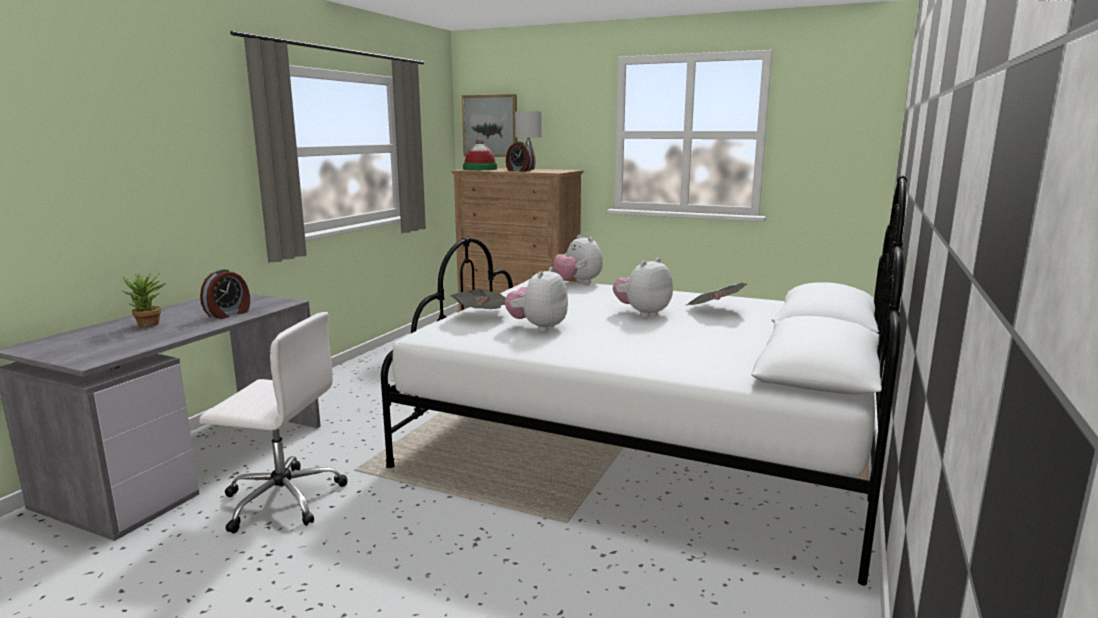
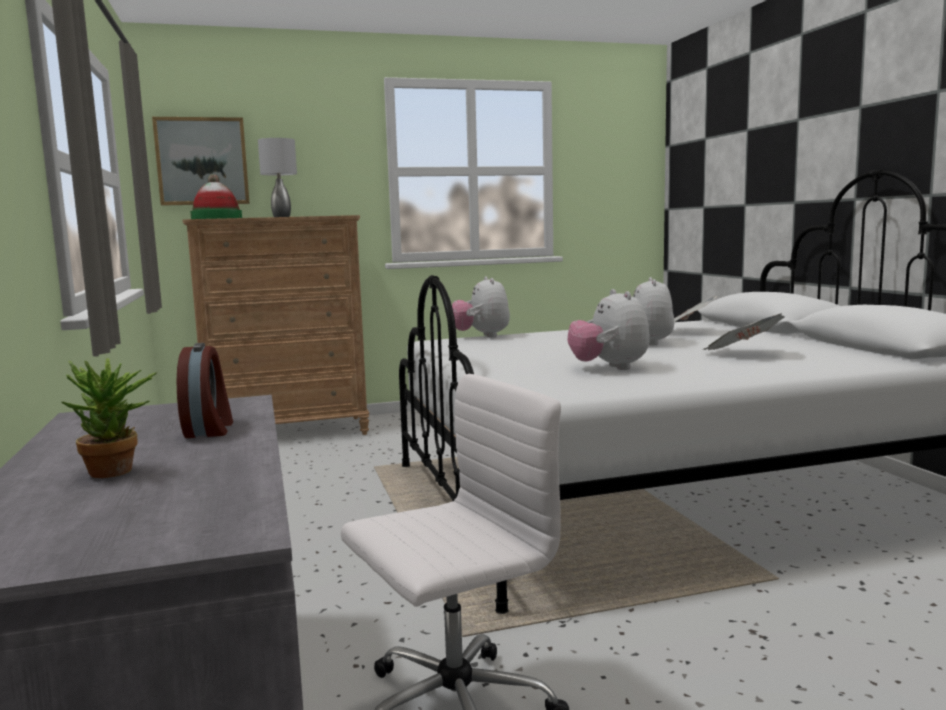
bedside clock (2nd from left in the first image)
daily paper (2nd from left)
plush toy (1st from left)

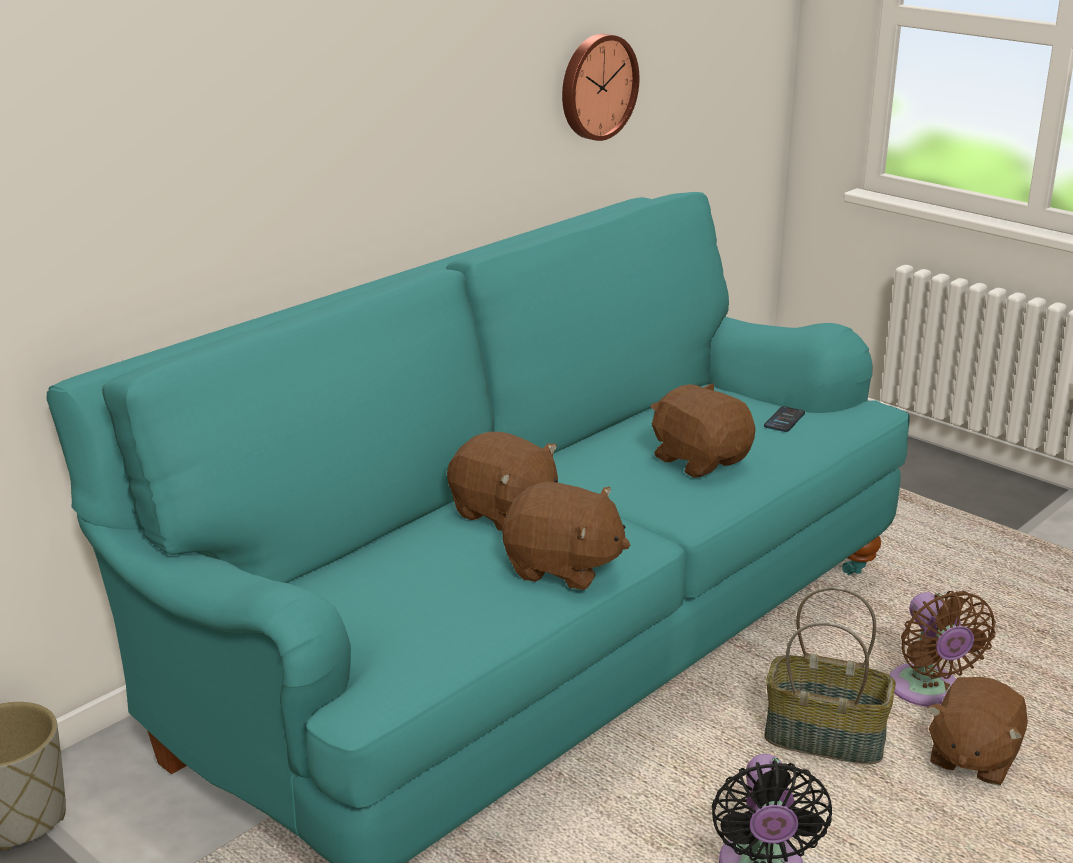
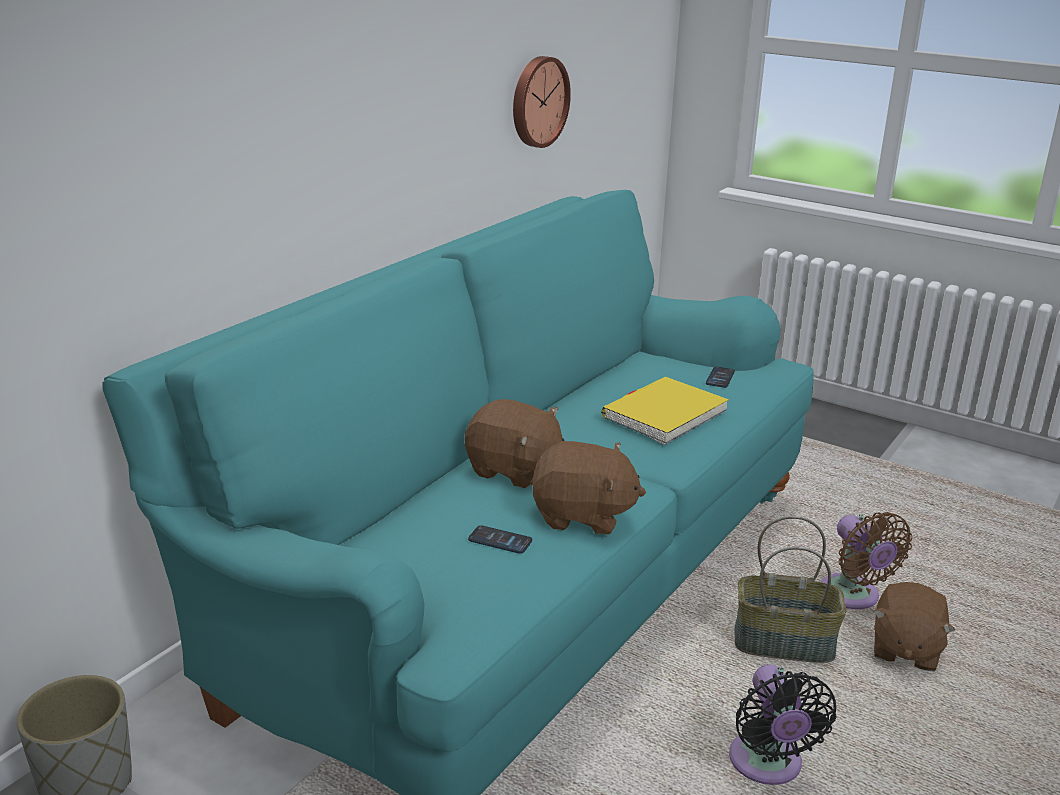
handset (1st from left)
bound book (yellowish)

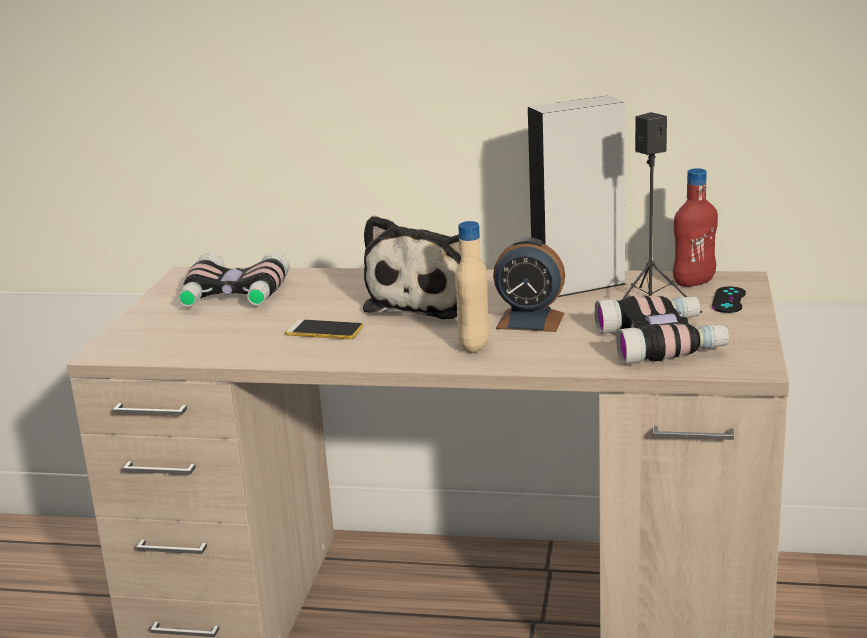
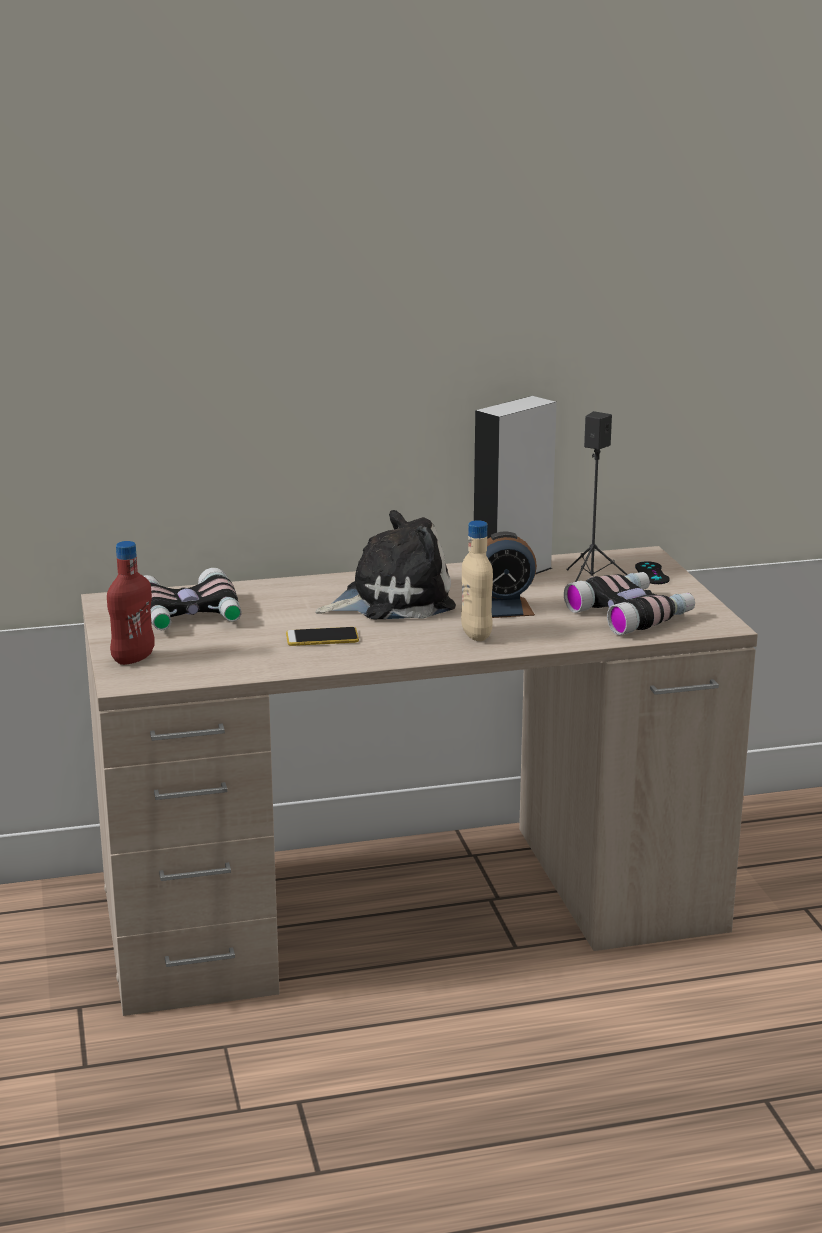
drink bottle (red-coloured)
plush toy

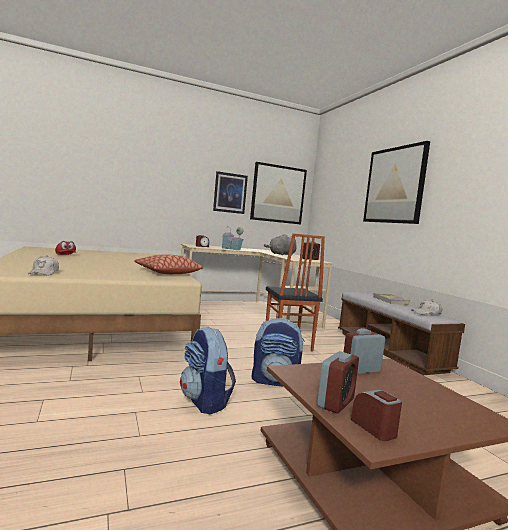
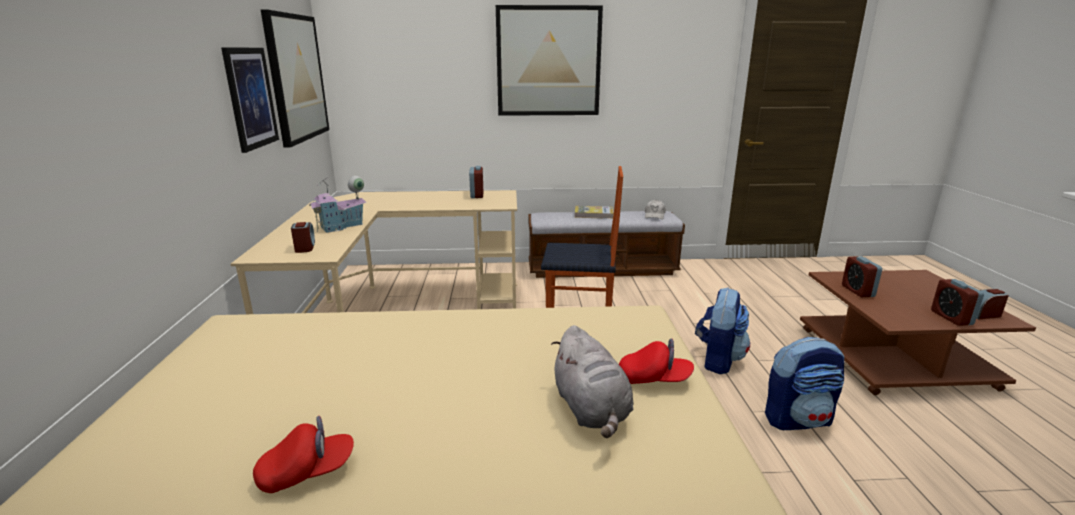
cap (whitish) (1st from left in the first image)
cushion
cap (red-coloured) (2nd from left)
plush toy (greyish)
bedside clock (4th from left)

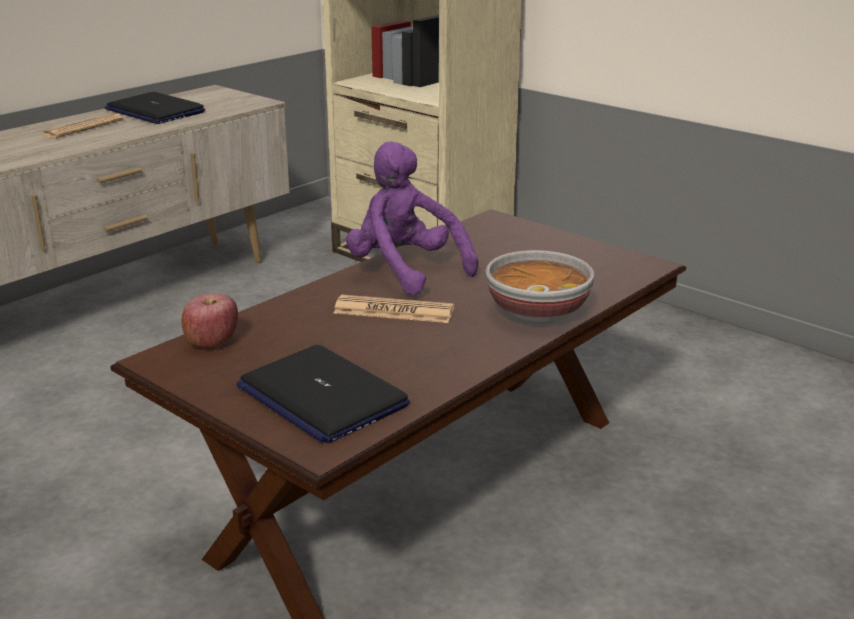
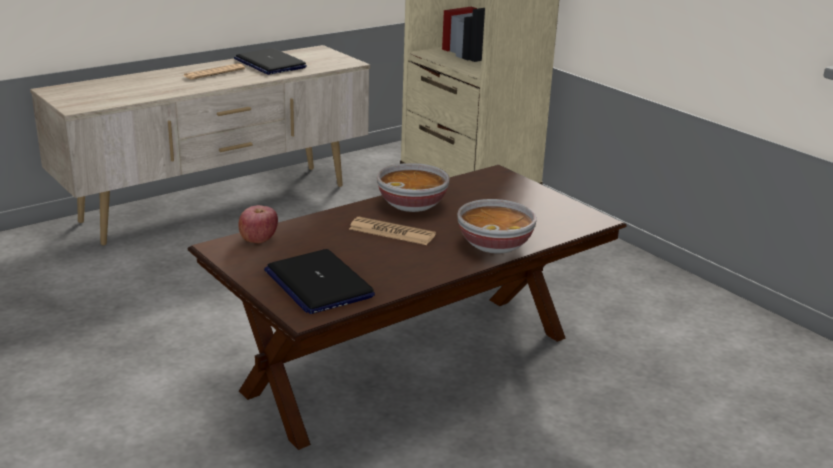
serving bowl (1st from left)

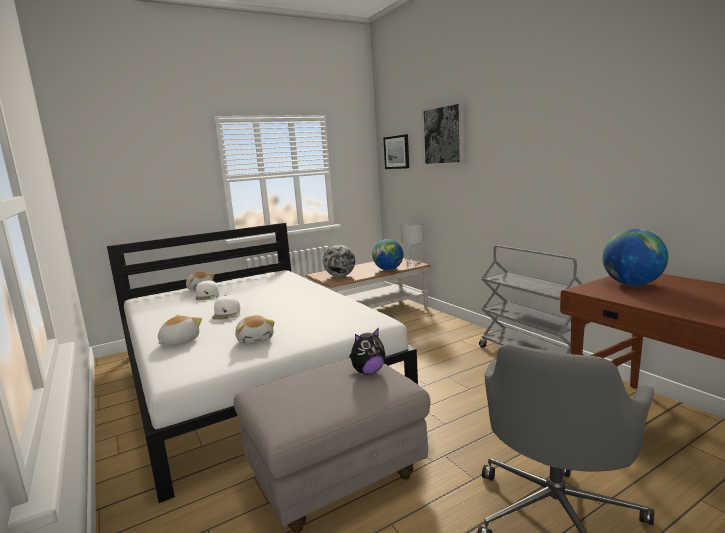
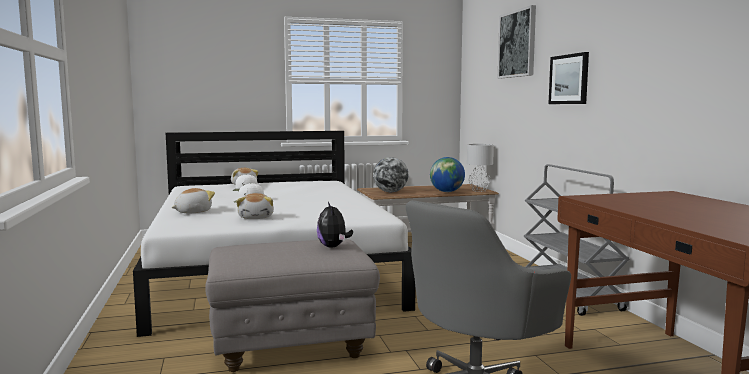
globe (3rd from left in the first image)
wall art (2nd from left)
plush toy (4th from left)

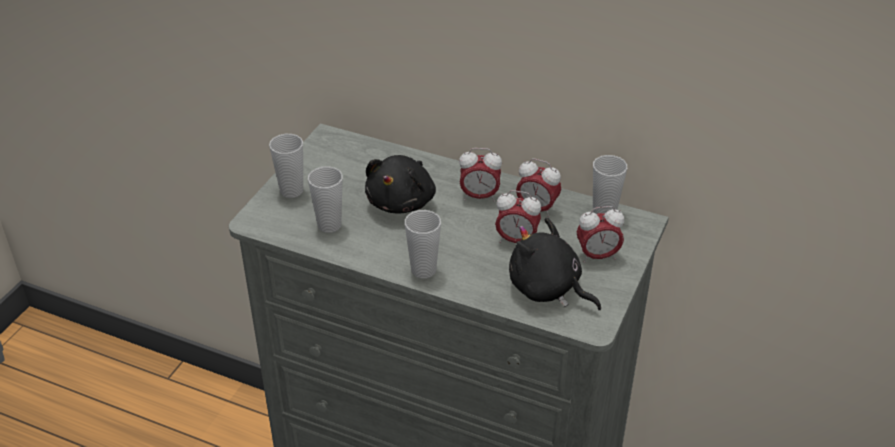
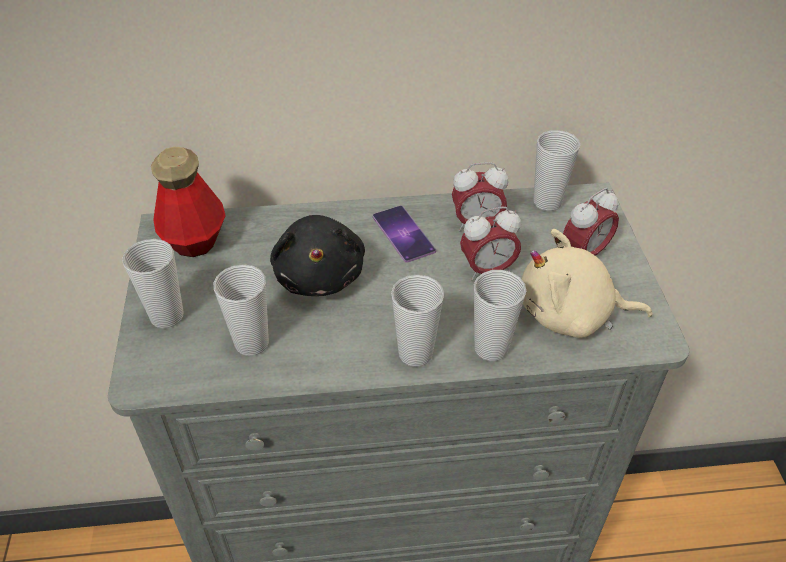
drink bottle
small cup (4th from left)
handset
plush toy (sand-coloured)

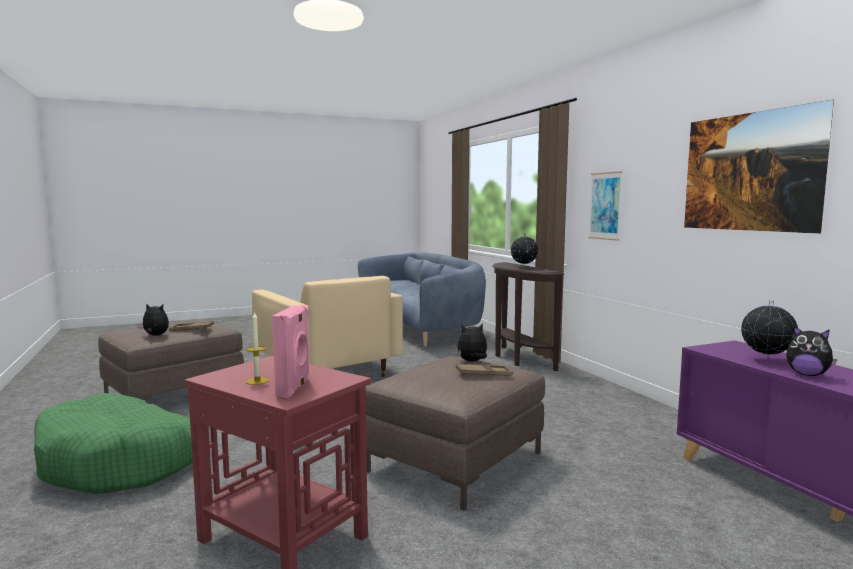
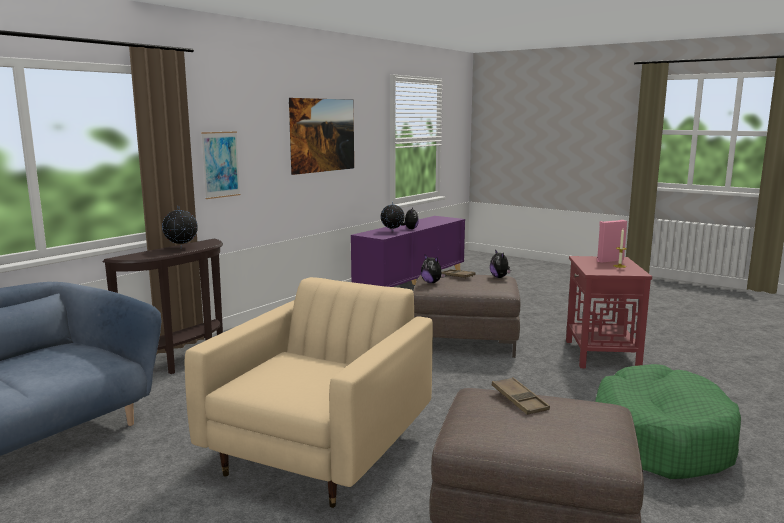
plush toy (3rd from left)

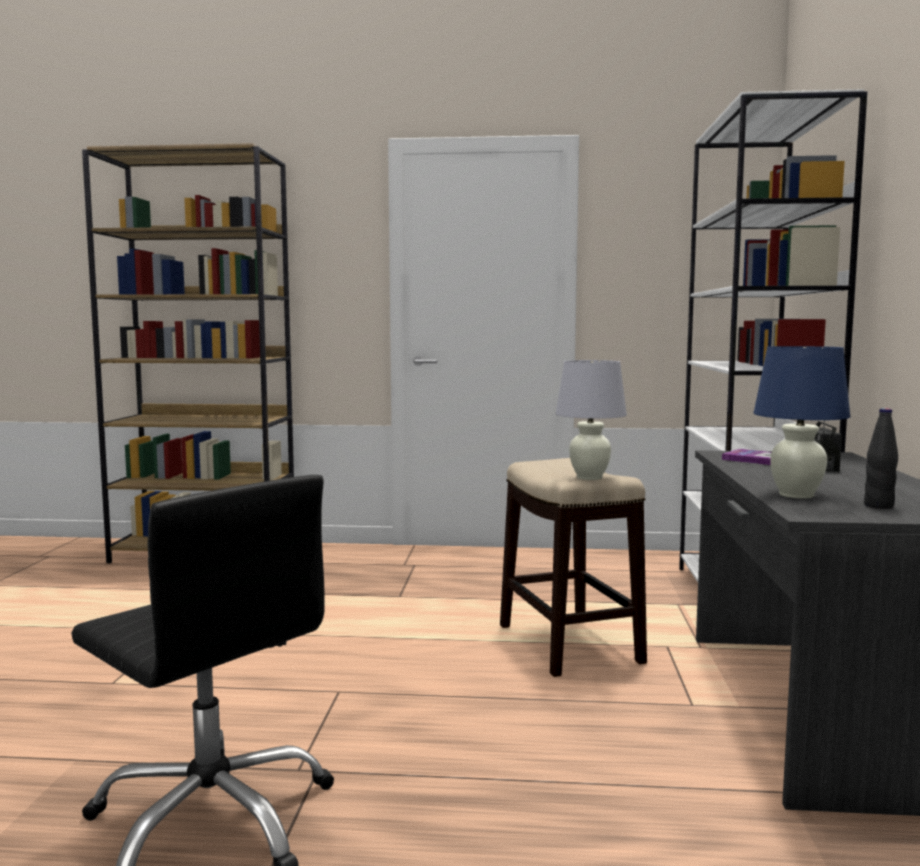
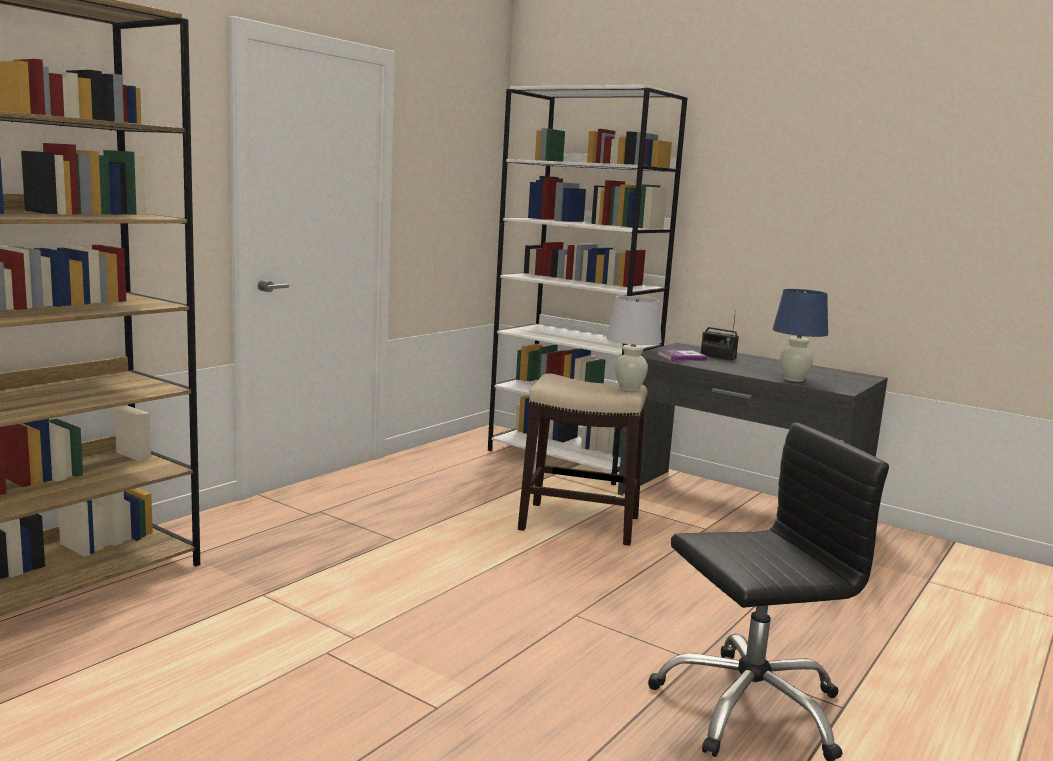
drink bottle (black-coloured)

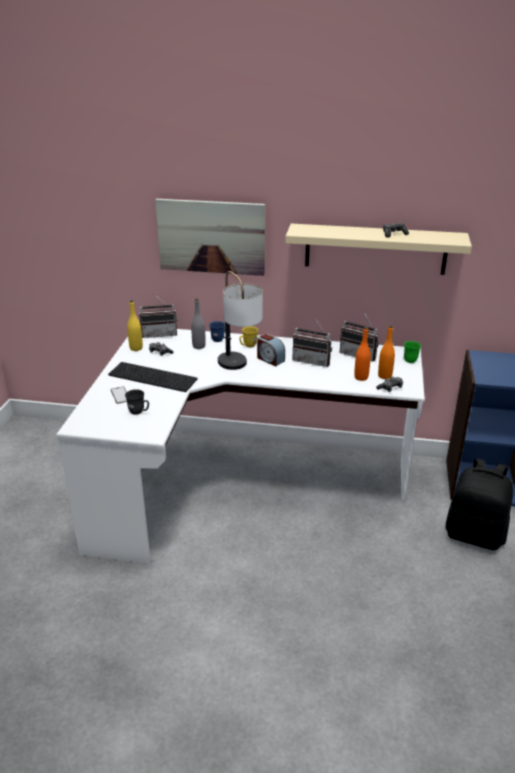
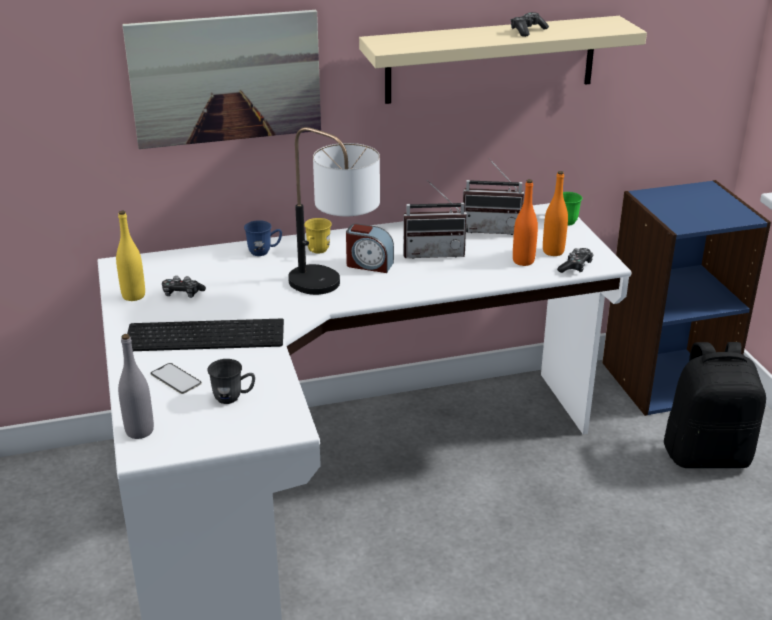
radio (1st from left in the first image)
drink bottle (greyish)

